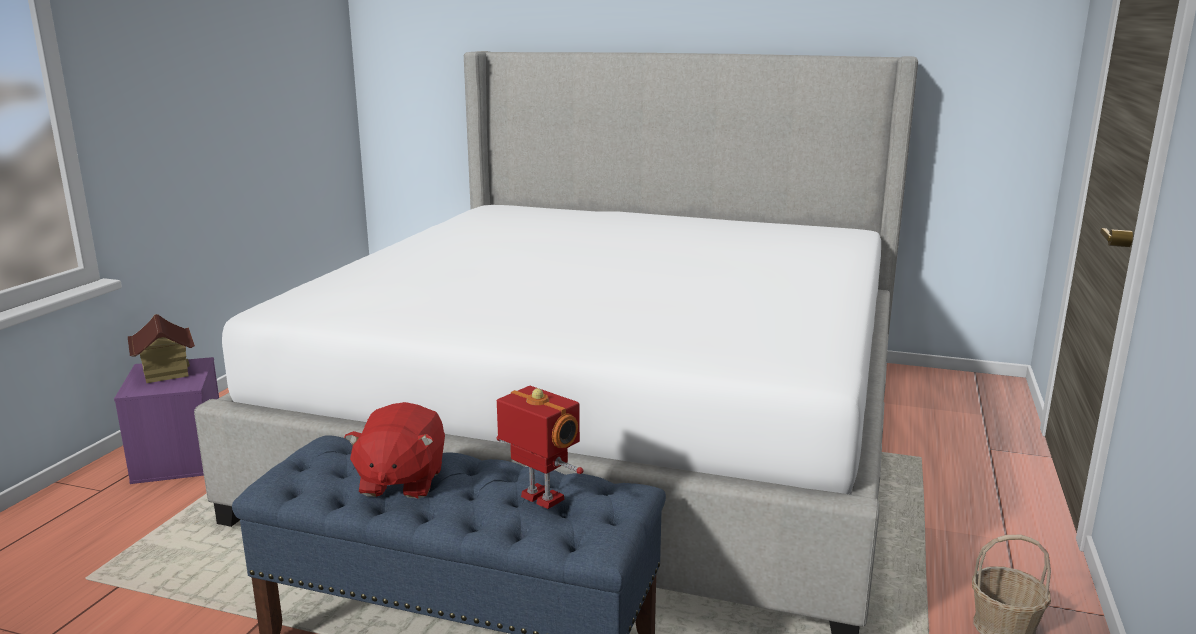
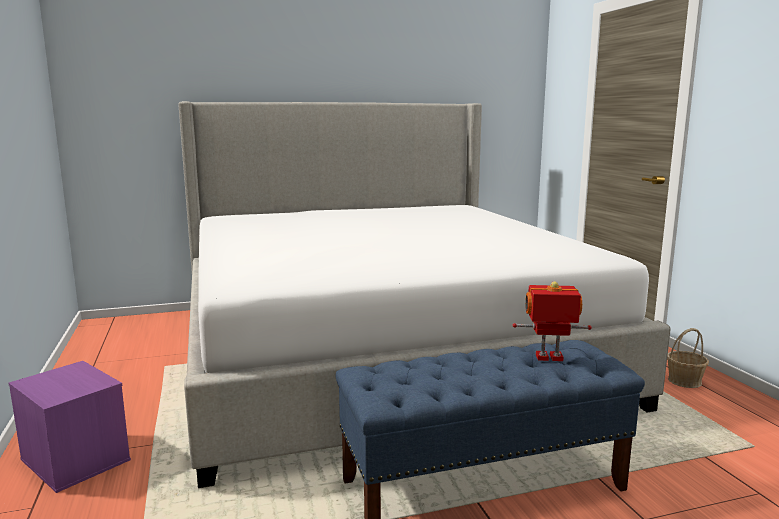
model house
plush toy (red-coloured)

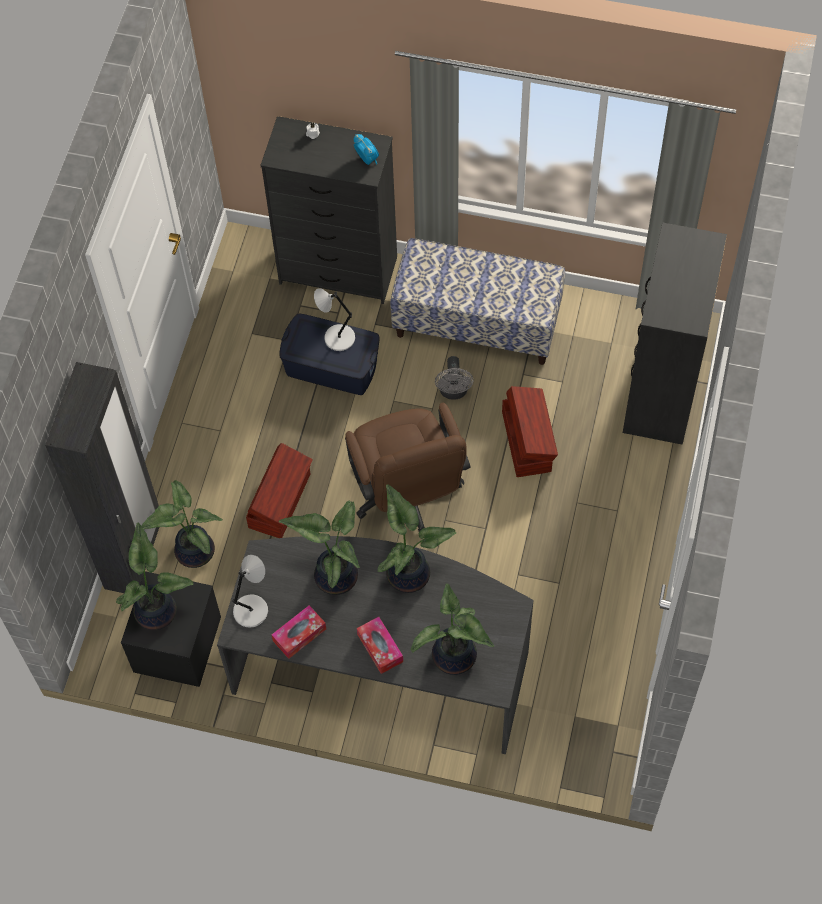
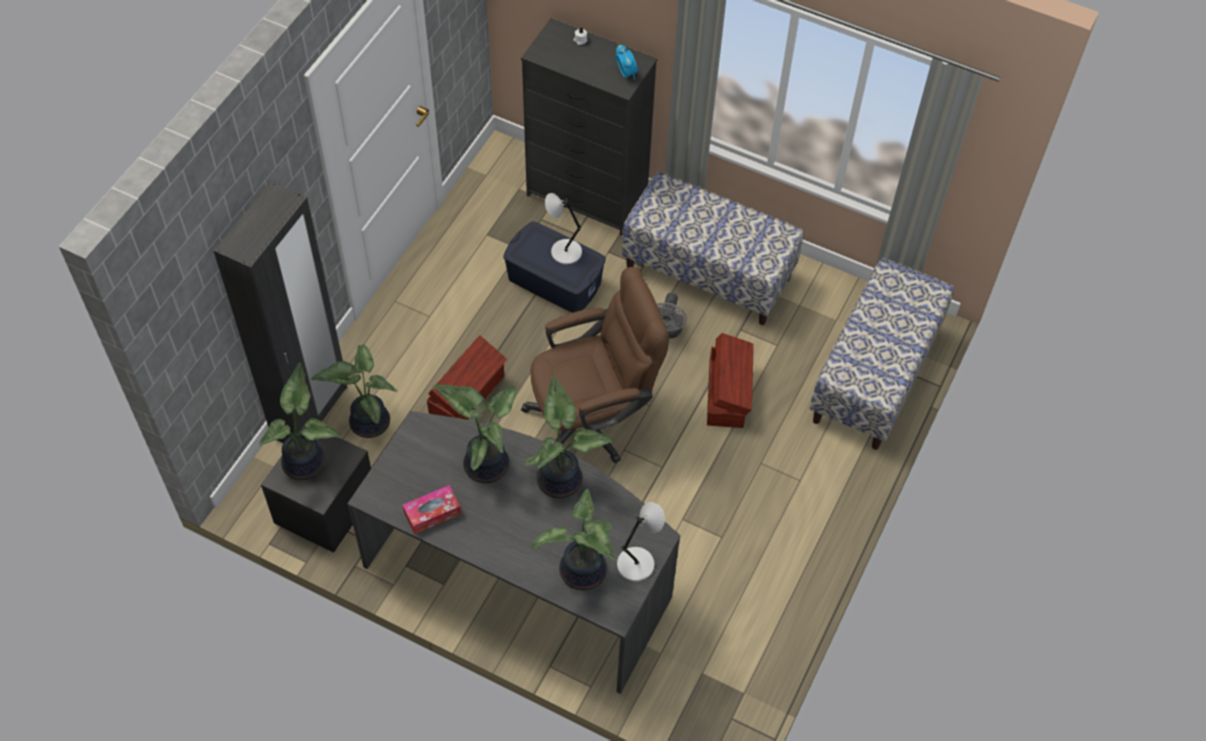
tissue box (2nd from left in the first image)
tabletop lamp (greyish) (2nd from left)
long seat (2nd from left)
computer chair (brownish)

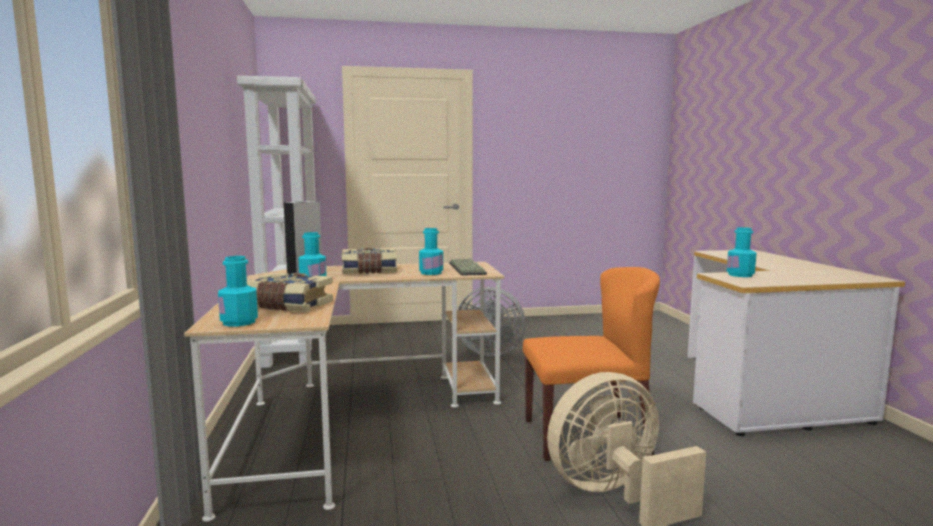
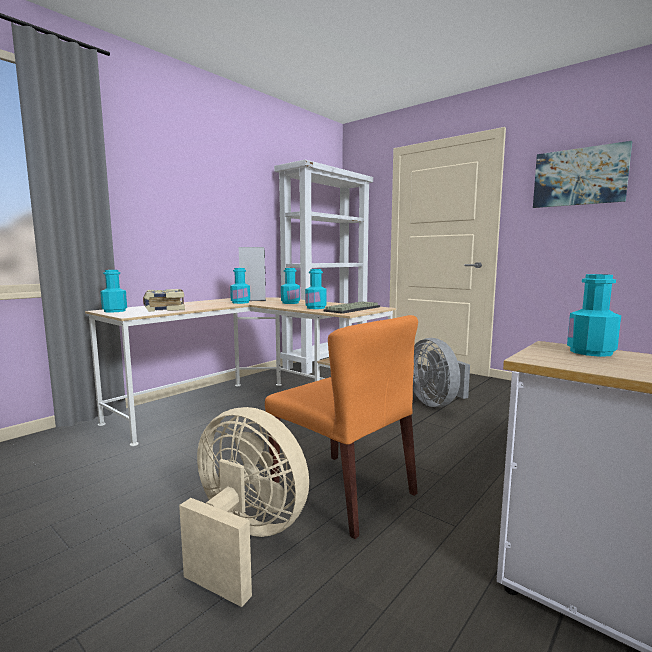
wall art
drink bottle (turquoise) (3rd from left)

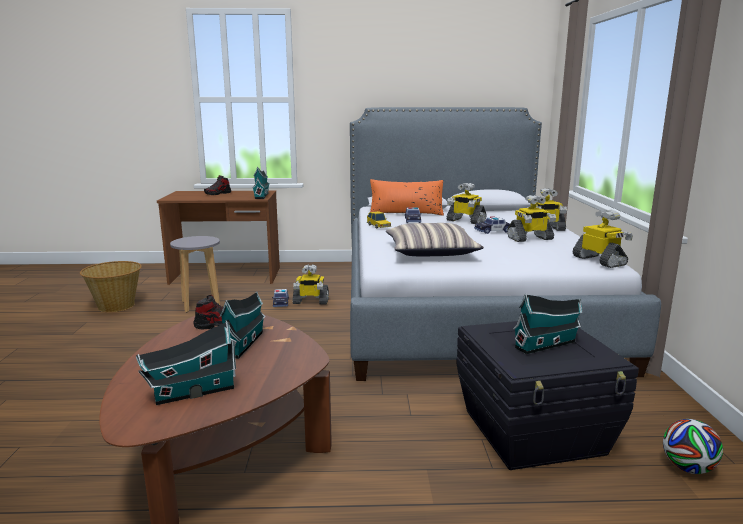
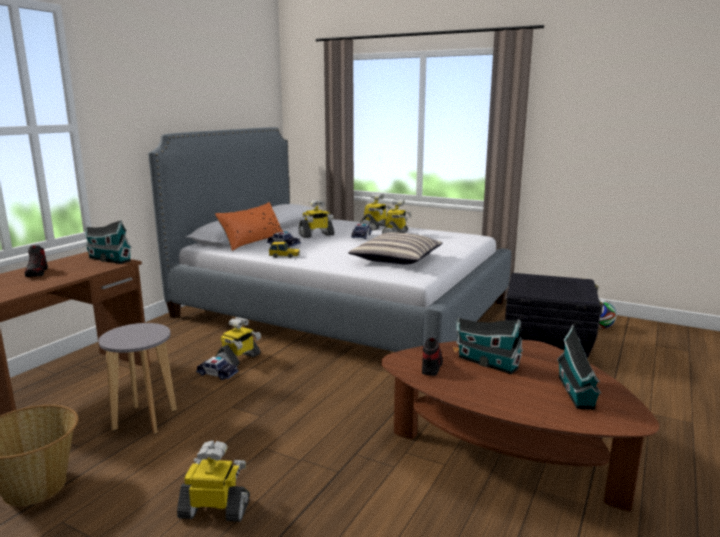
model house (4th from left in the first image)
model robot (1st from left)

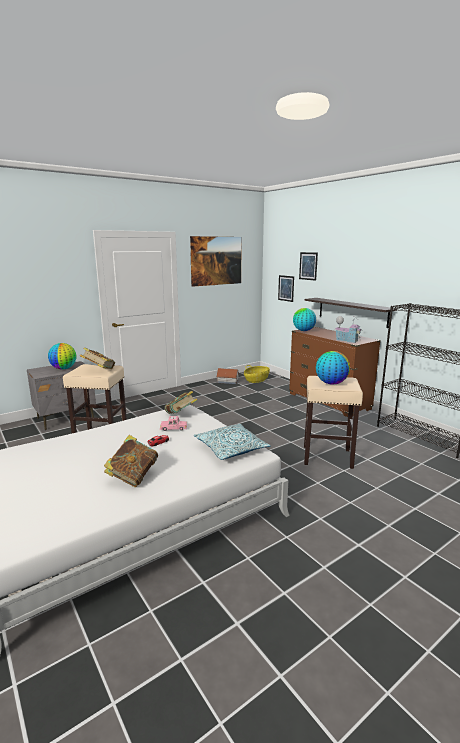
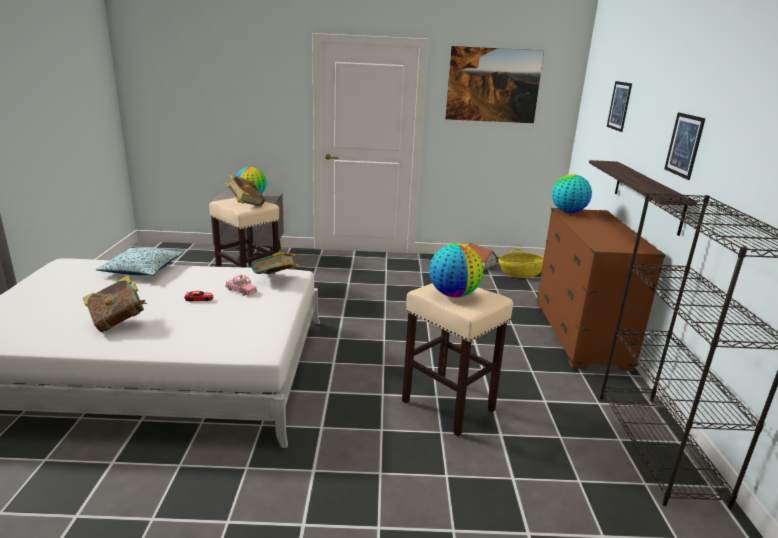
model house (2nd from left in the first image)
cushion
wall art (3rd from left)

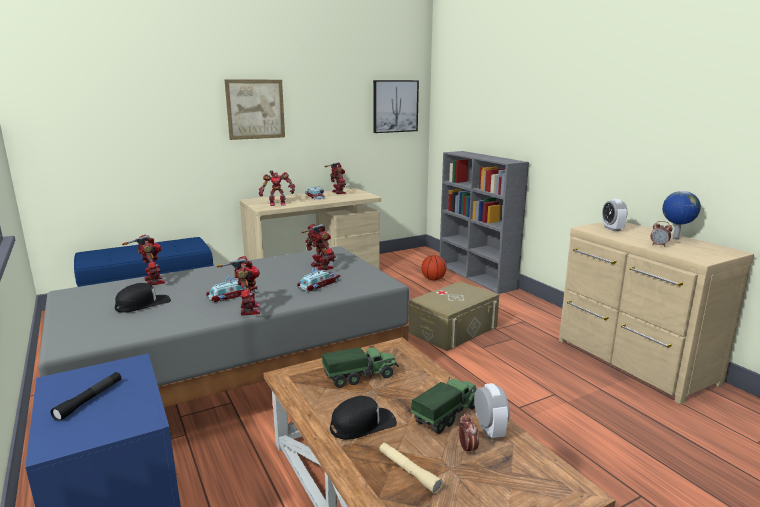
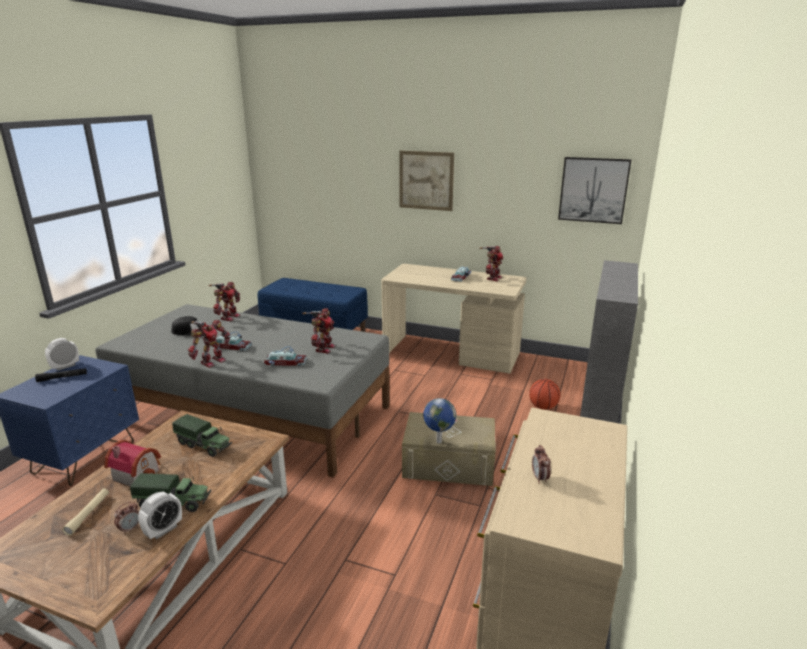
model robot (3rd from left in the first image)
bedside clock (1st from left)
globe
model house

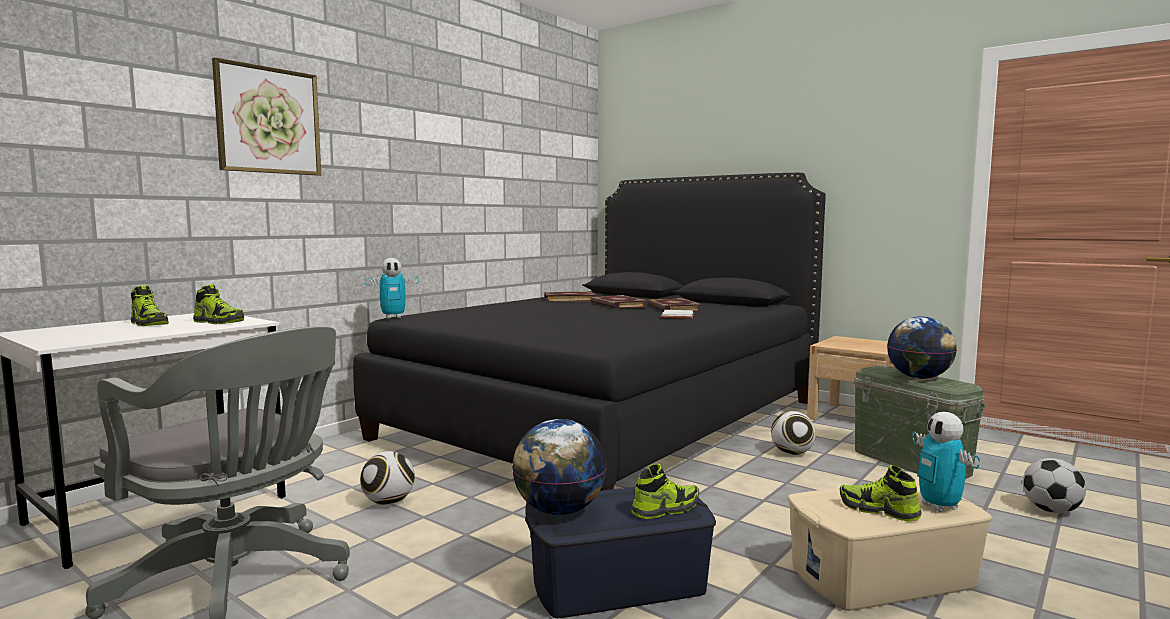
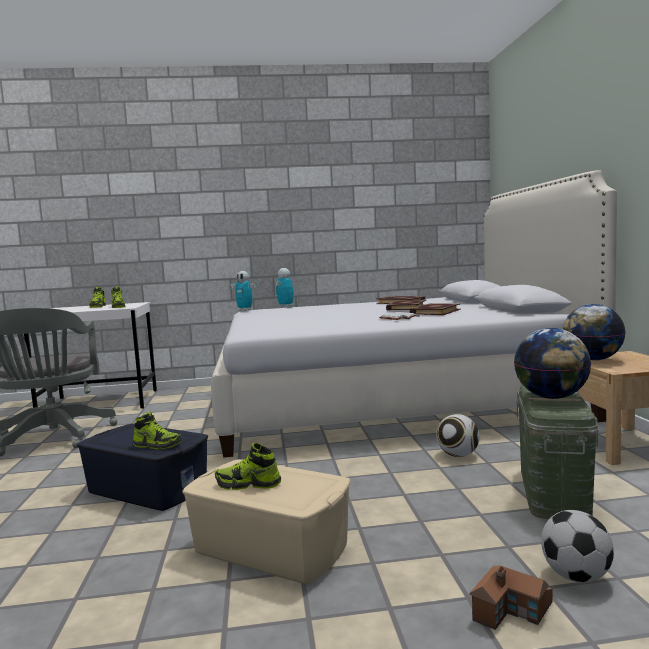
wall art
football ball (1st from left in the first image)
model house
globe (2nd from left)
model robot (2nd from left)
sleeping bed (whitish)
low shoe (4th from left)

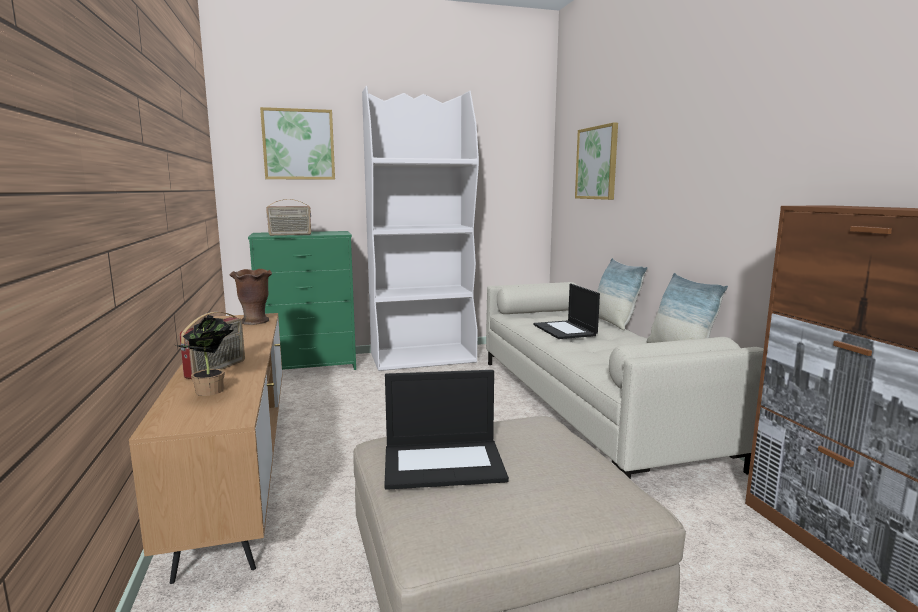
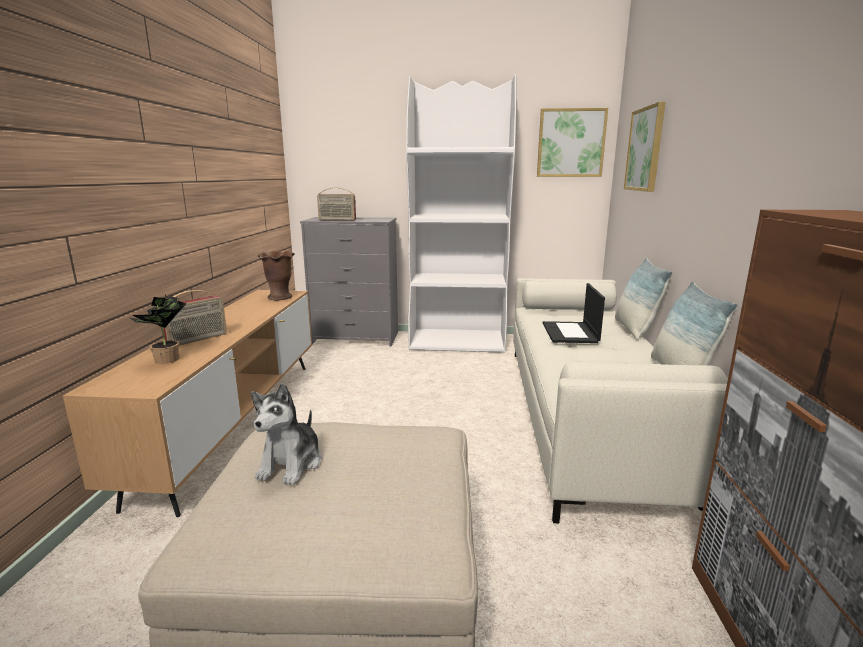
wall art (1st from left)
plush toy
chest of drawers (greyish)

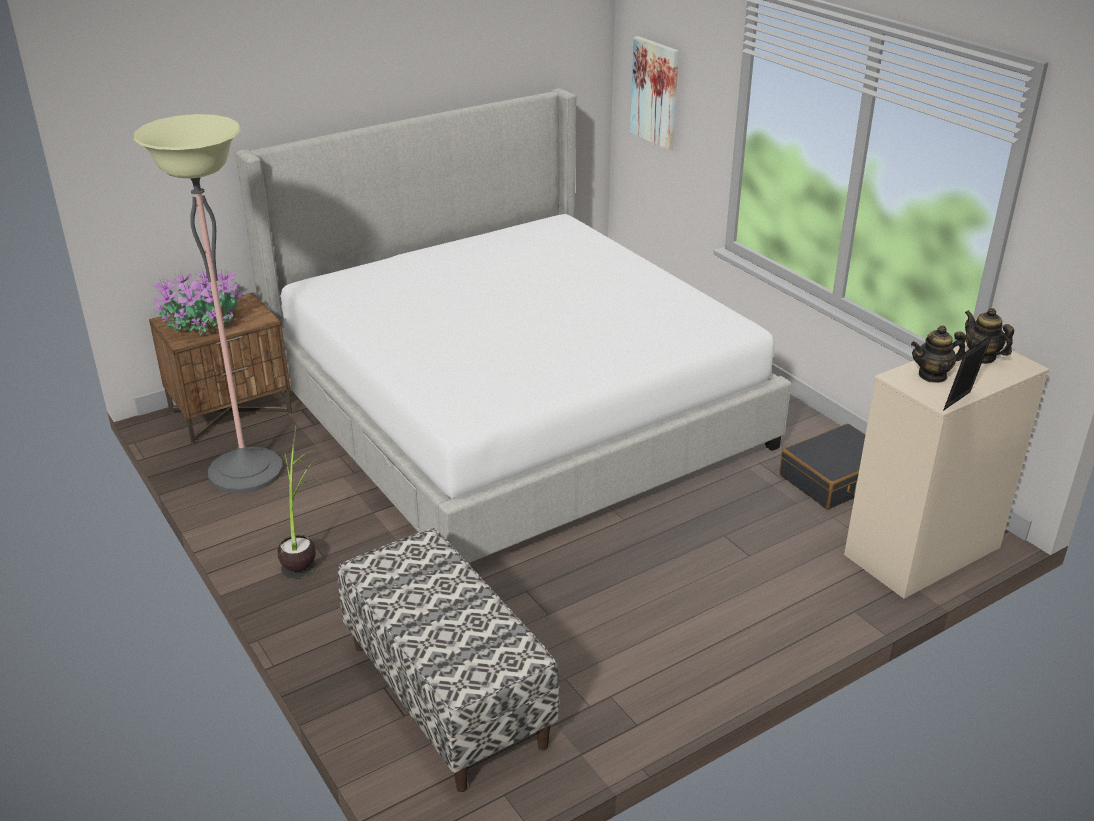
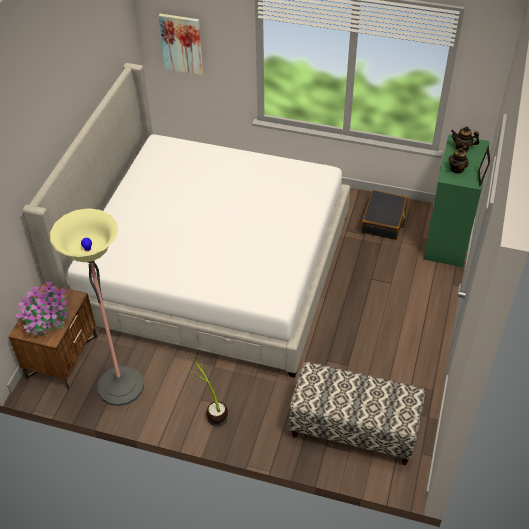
chest of drawers (green-coloured)

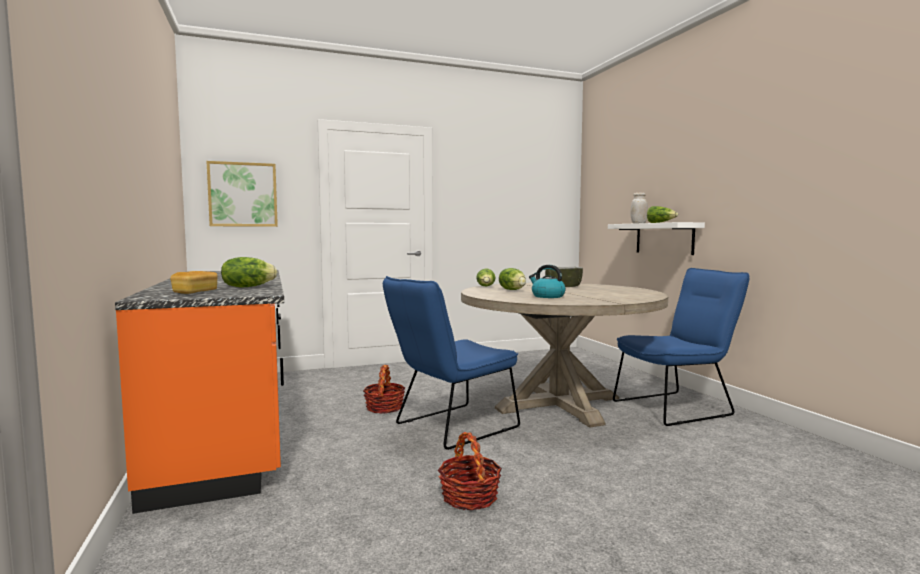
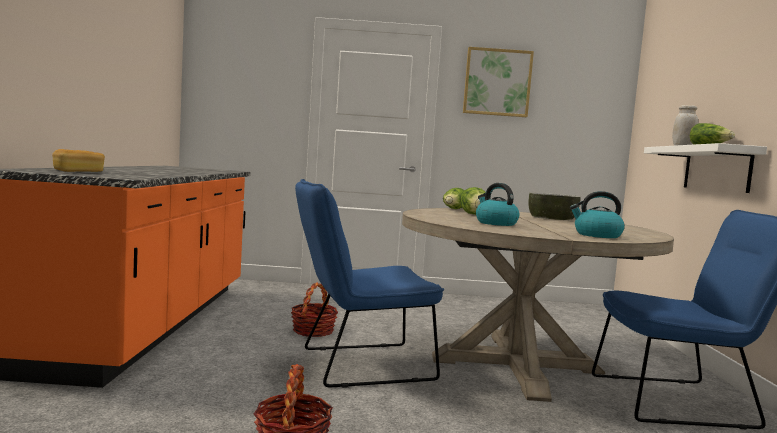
head of lettuce (1st from left in the first image)
kettle (2nd from left)
wall art

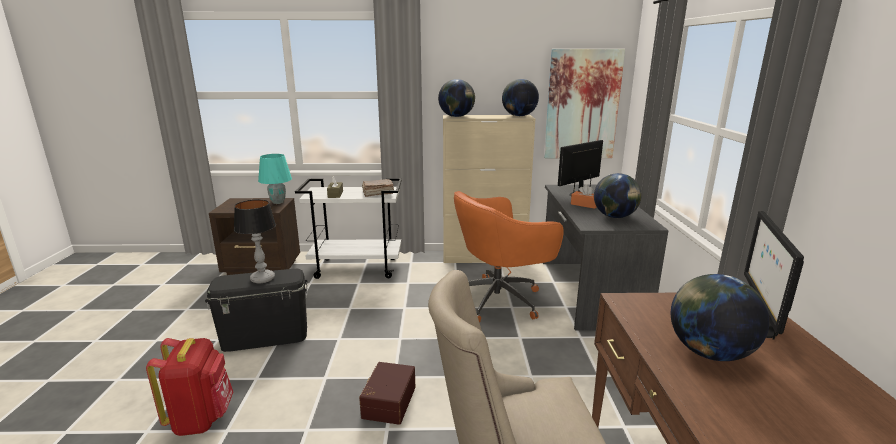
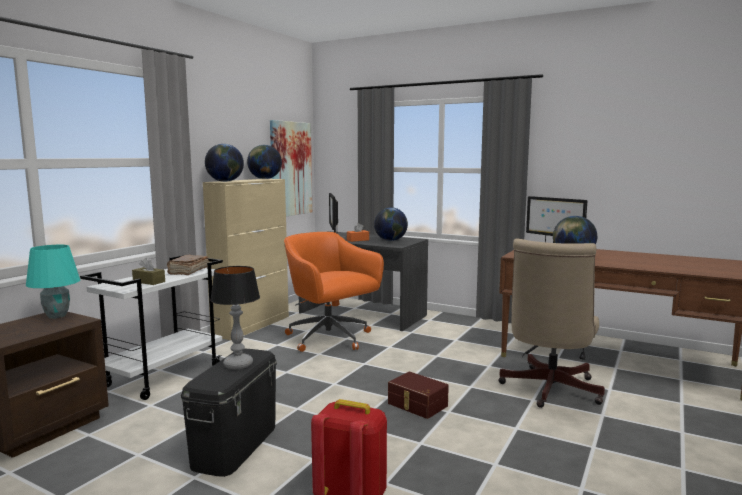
computer chair (orange)

